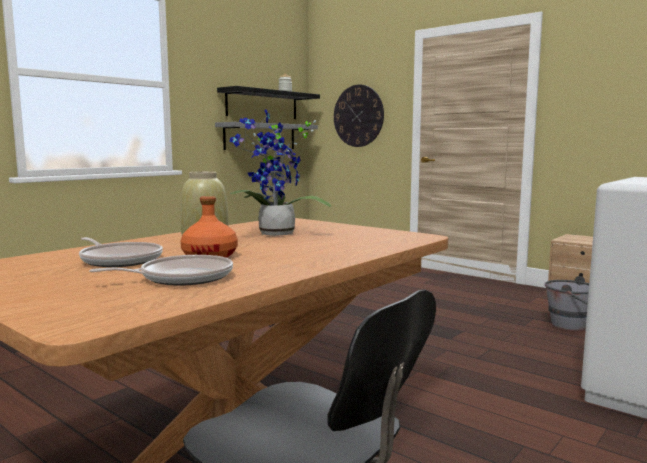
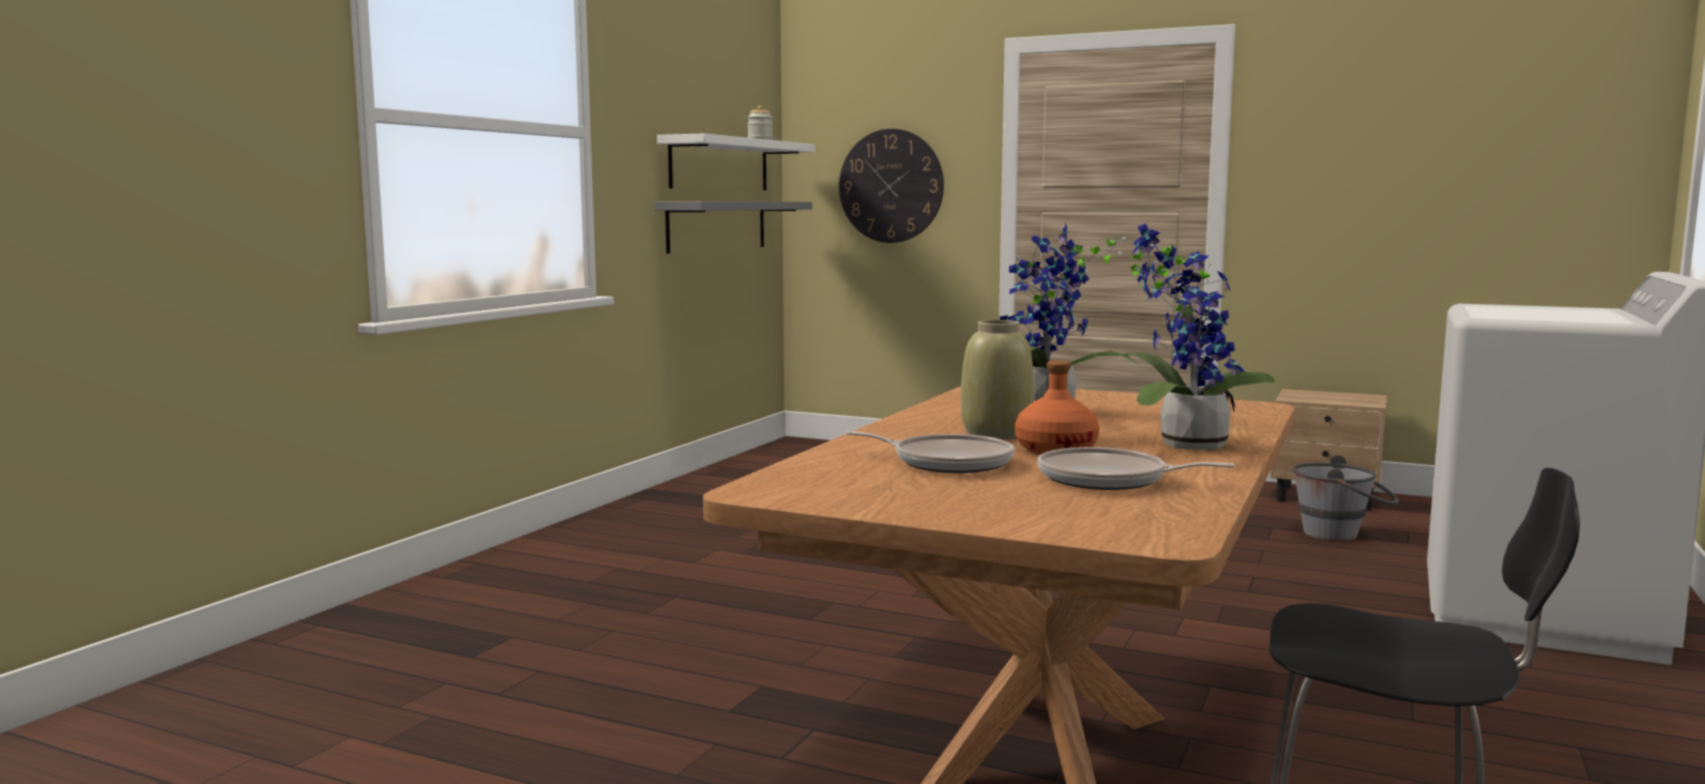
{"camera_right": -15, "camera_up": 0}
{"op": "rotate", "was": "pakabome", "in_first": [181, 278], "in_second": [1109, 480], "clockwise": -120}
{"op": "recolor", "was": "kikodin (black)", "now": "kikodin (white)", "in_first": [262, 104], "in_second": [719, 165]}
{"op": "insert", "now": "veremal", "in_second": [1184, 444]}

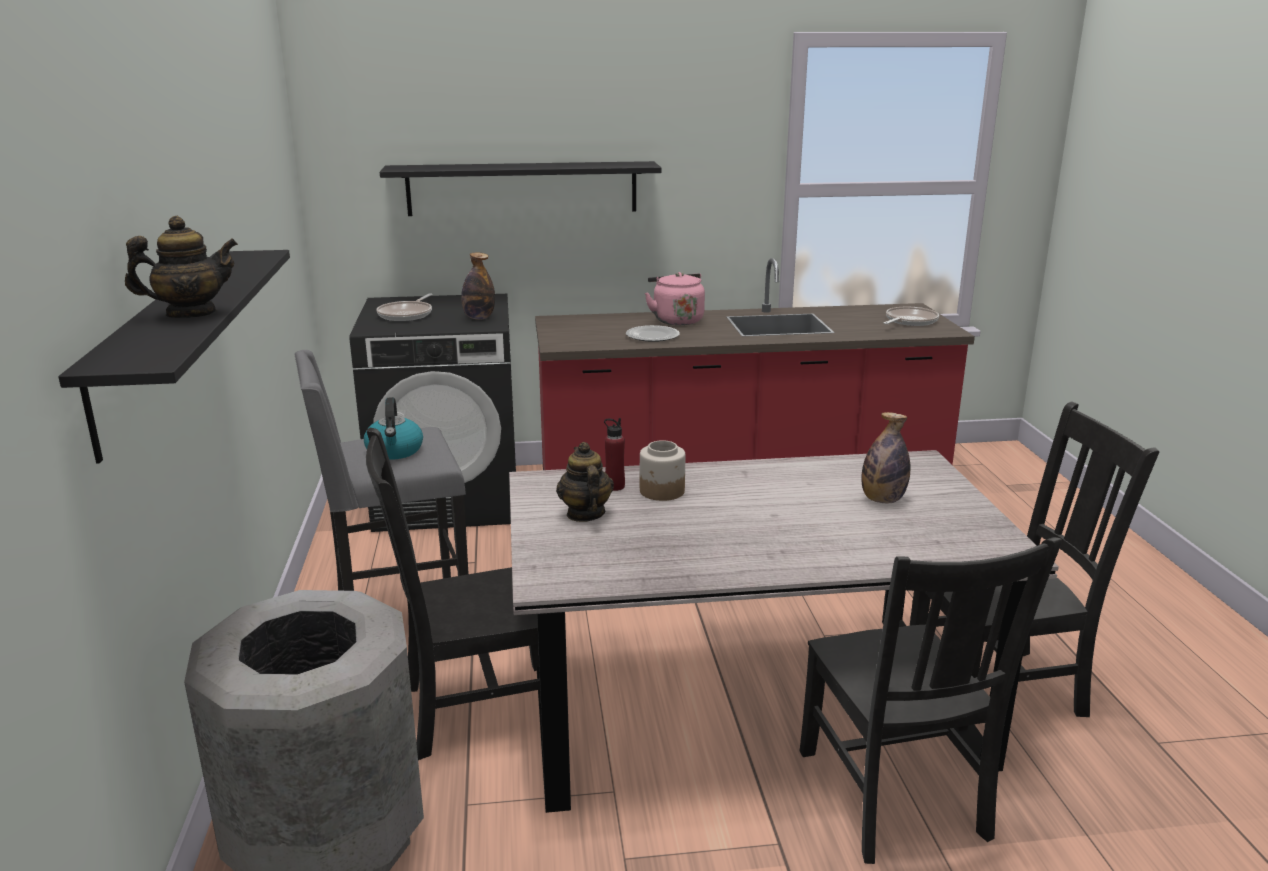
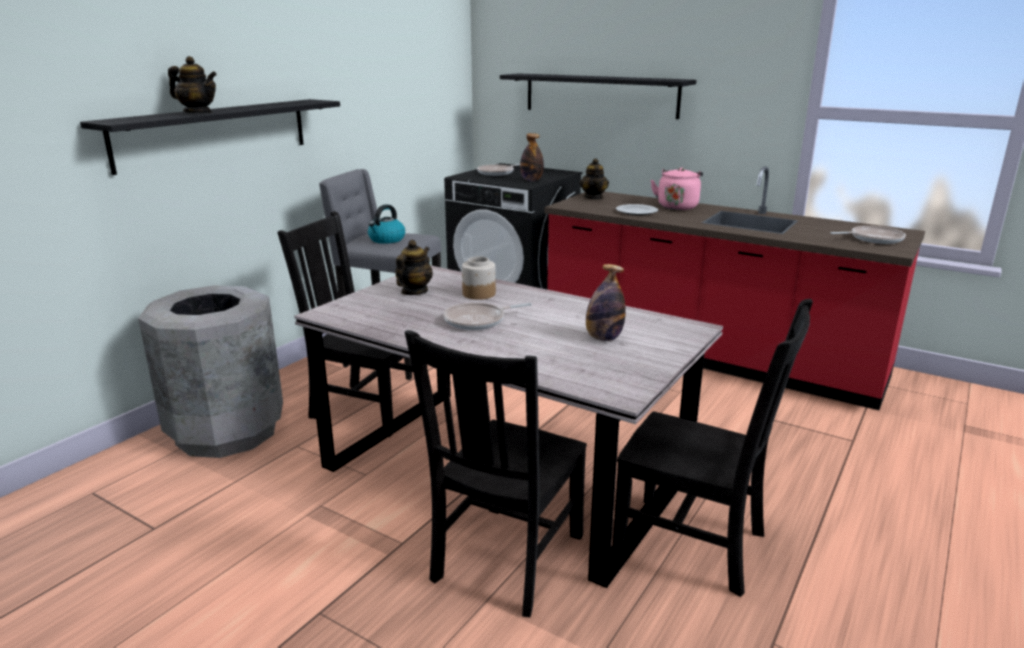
{"camera_right": 40, "camera_up": 0}
{"op": "delete", "was": "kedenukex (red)", "in_first": [614, 486]}
{"op": "insert", "now": "pakabome", "in_second": [478, 321]}
{"op": "insert", "now": "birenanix", "in_second": [593, 197]}

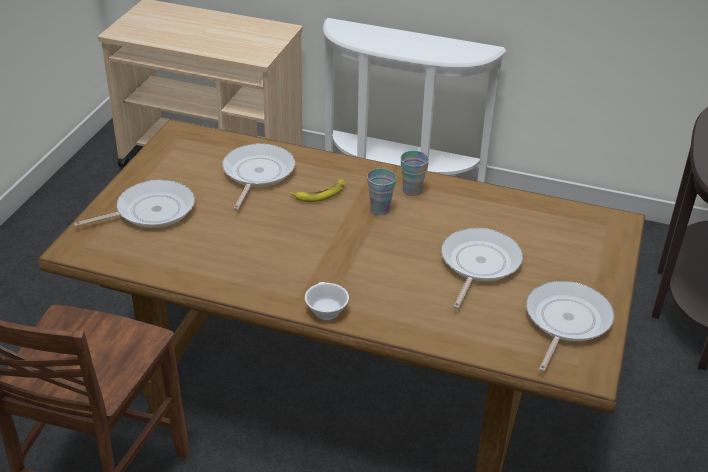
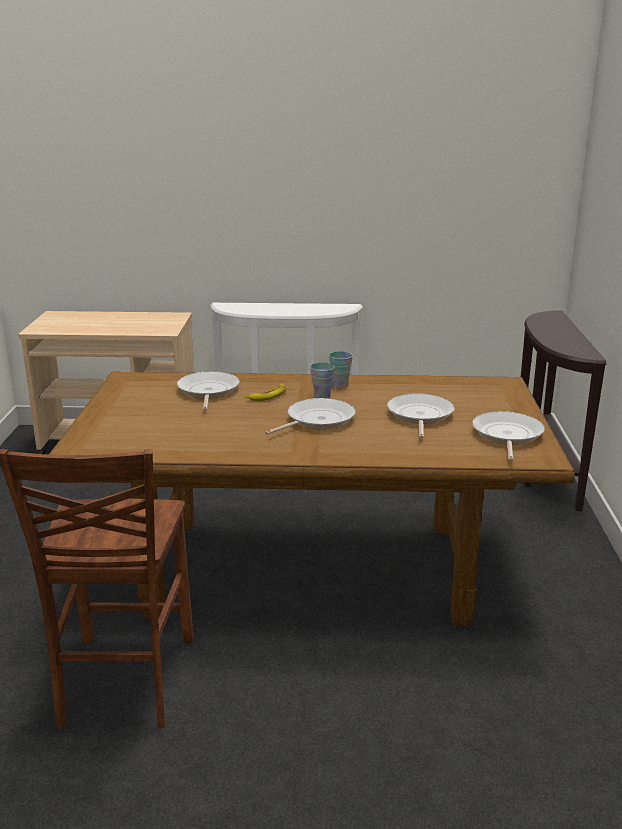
{"camera_right": -15, "camera_up": -15}
{"op": "move", "was": "pakabome", "in_first": [150, 211], "in_second": [317, 420]}
{"op": "delete", "was": "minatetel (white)", "in_first": [324, 310]}

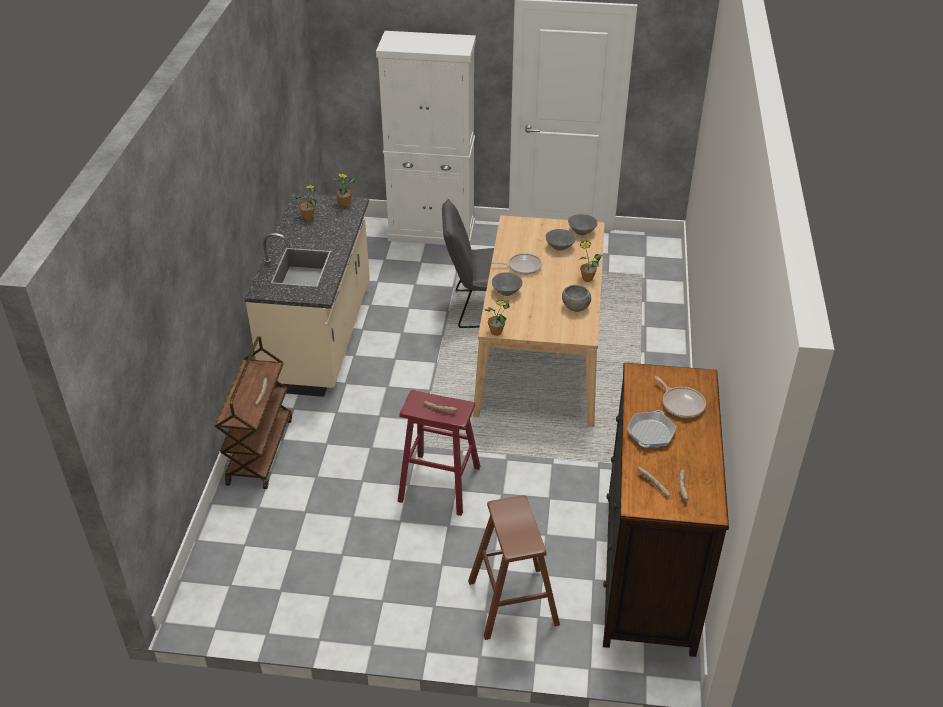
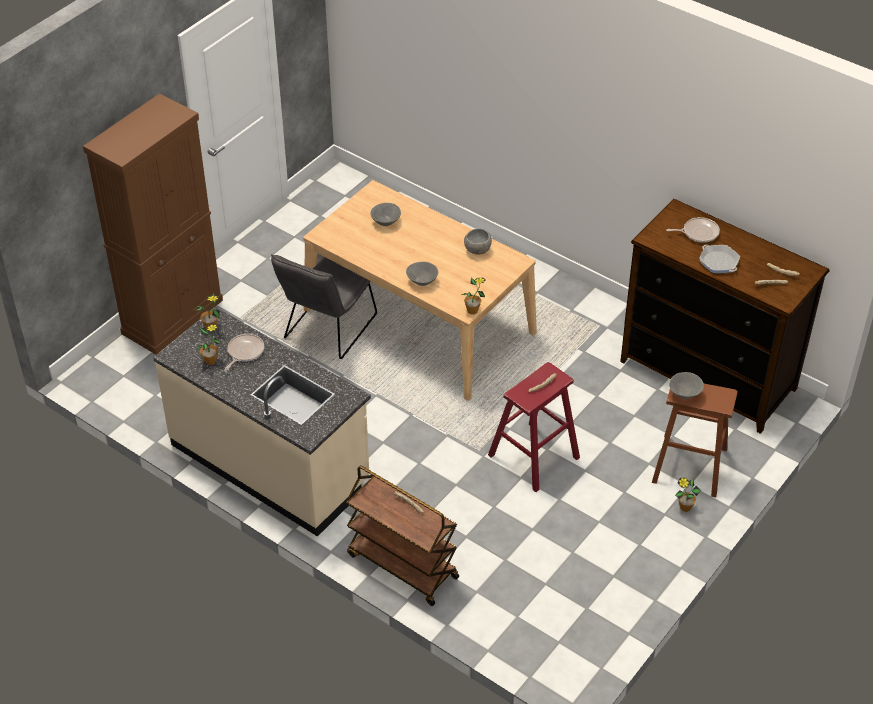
{"camera_right": -60, "camera_up": 5}
{"op": "recolor", "was": "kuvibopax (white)", "now": "kuvibopax (brown)", "in_first": [432, 232], "in_second": [173, 316]}
{"op": "move", "was": "pakabome", "in_first": [522, 266], "in_second": [244, 352]}
{"op": "move", "was": "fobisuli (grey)", "in_first": [581, 231], "in_second": [684, 393]}
{"op": "move", "was": "veremal", "in_first": [587, 279], "in_second": [685, 507]}

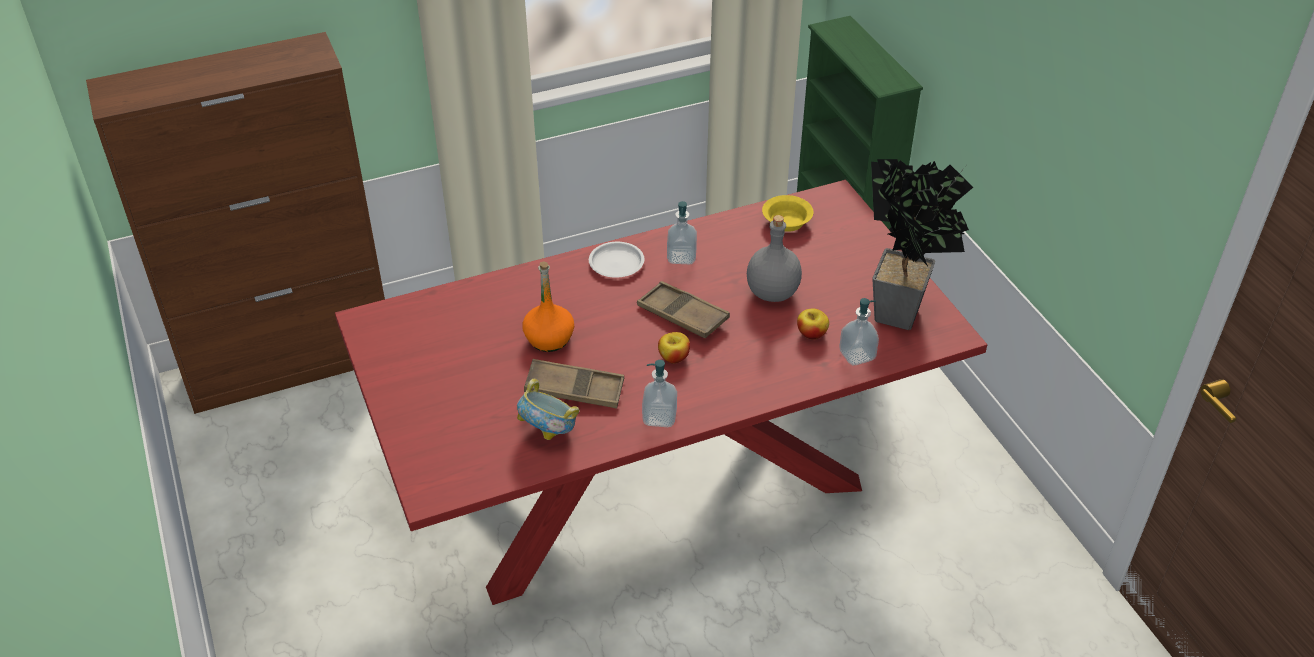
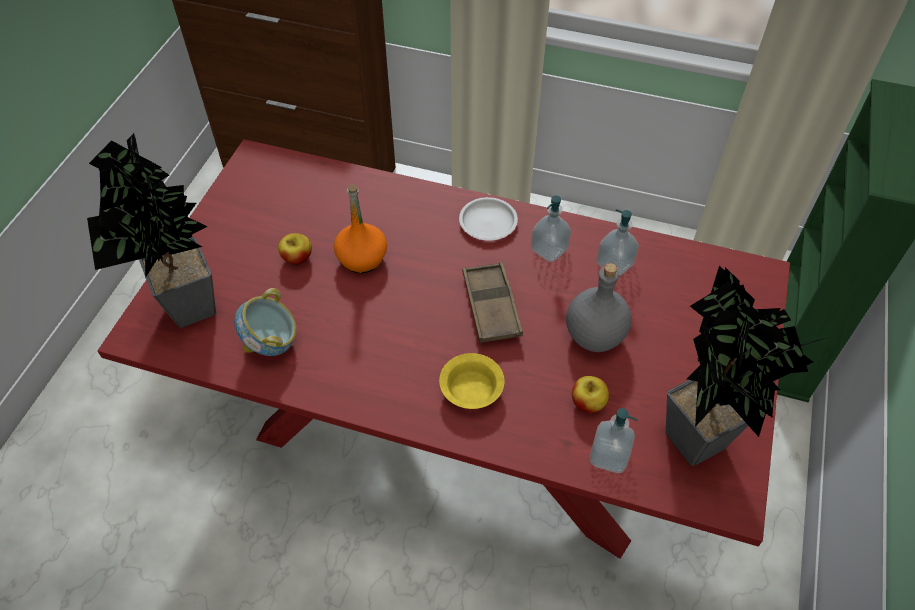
{"camera_right": 40, "camera_up": 10}
{"op": "delete", "was": "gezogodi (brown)", "in_first": [574, 389]}
{"op": "move", "was": "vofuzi", "in_first": [659, 417], "in_second": [614, 264]}
{"op": "move", "was": "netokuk", "in_first": [674, 357], "in_second": [297, 258]}
{"op": "move", "was": "fobisuli (yellow)", "in_first": [786, 221], "in_second": [472, 389]}
{"op": "insert", "now": "veremal", "in_second": [189, 314]}

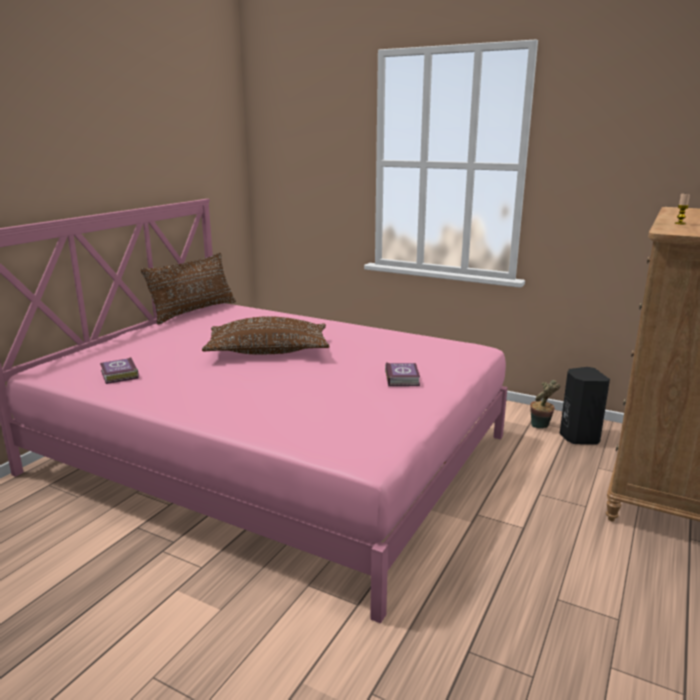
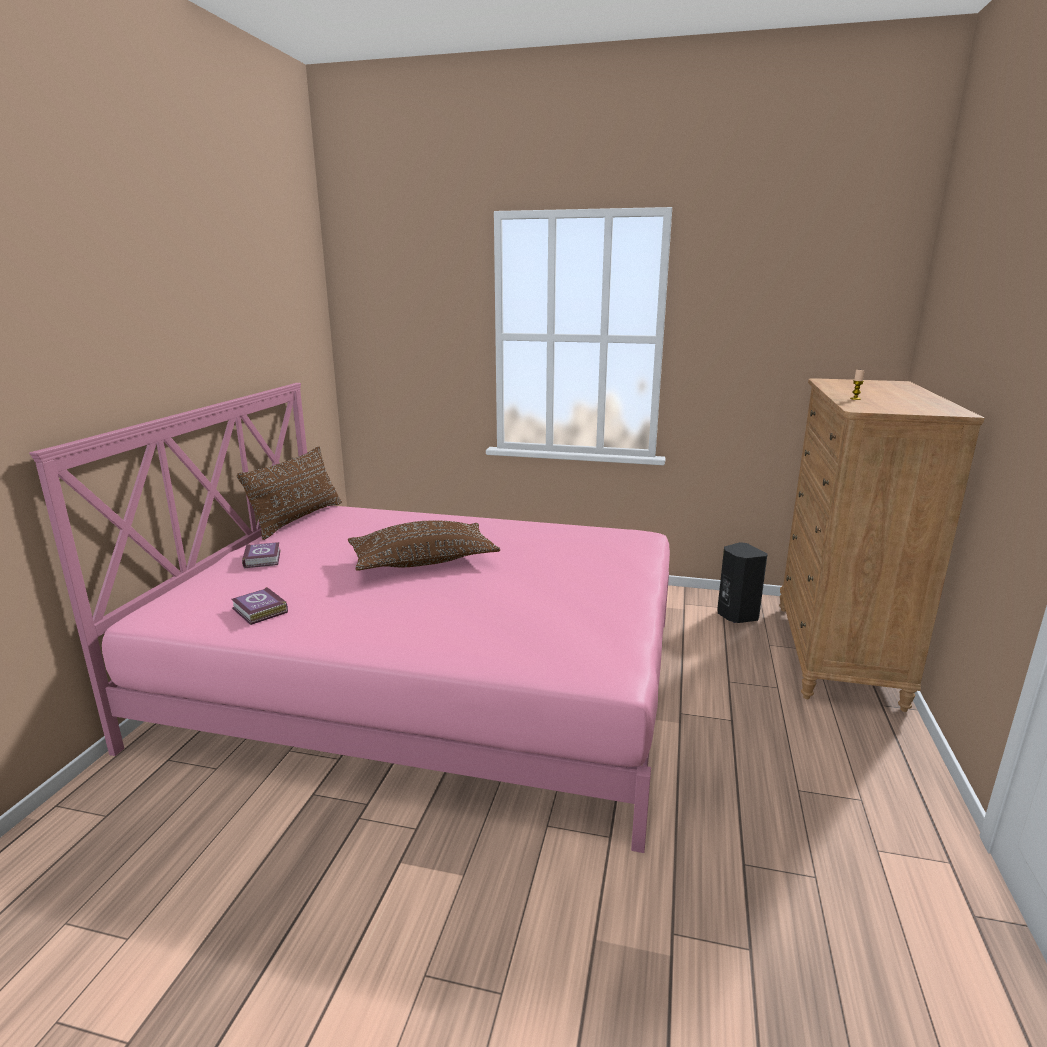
{"camera_right": -15, "camera_up": 0}
{"op": "move", "was": "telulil", "in_first": [402, 378], "in_second": [263, 558]}
{"op": "delete", "was": "veremal", "in_first": [541, 426]}

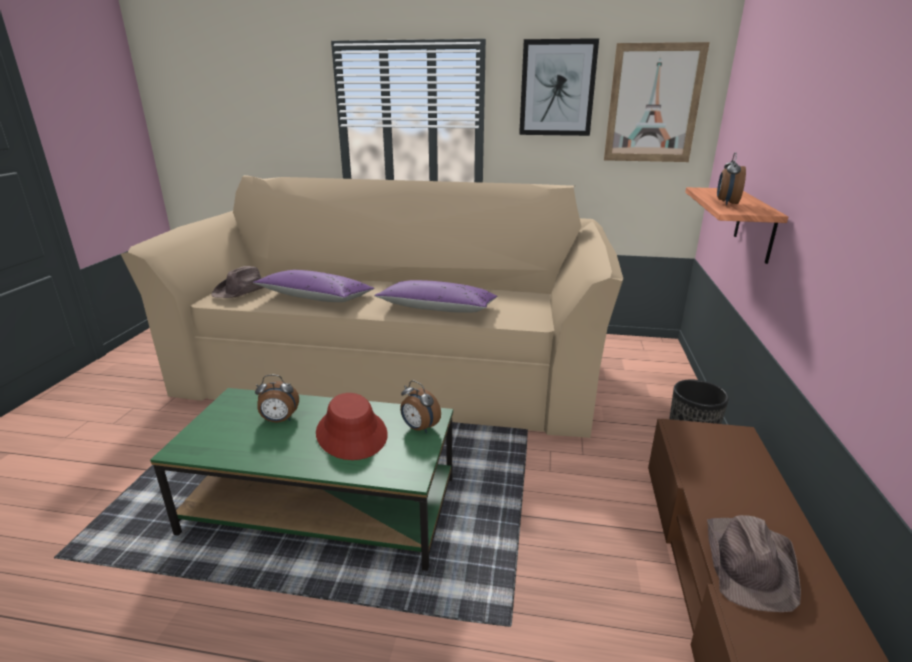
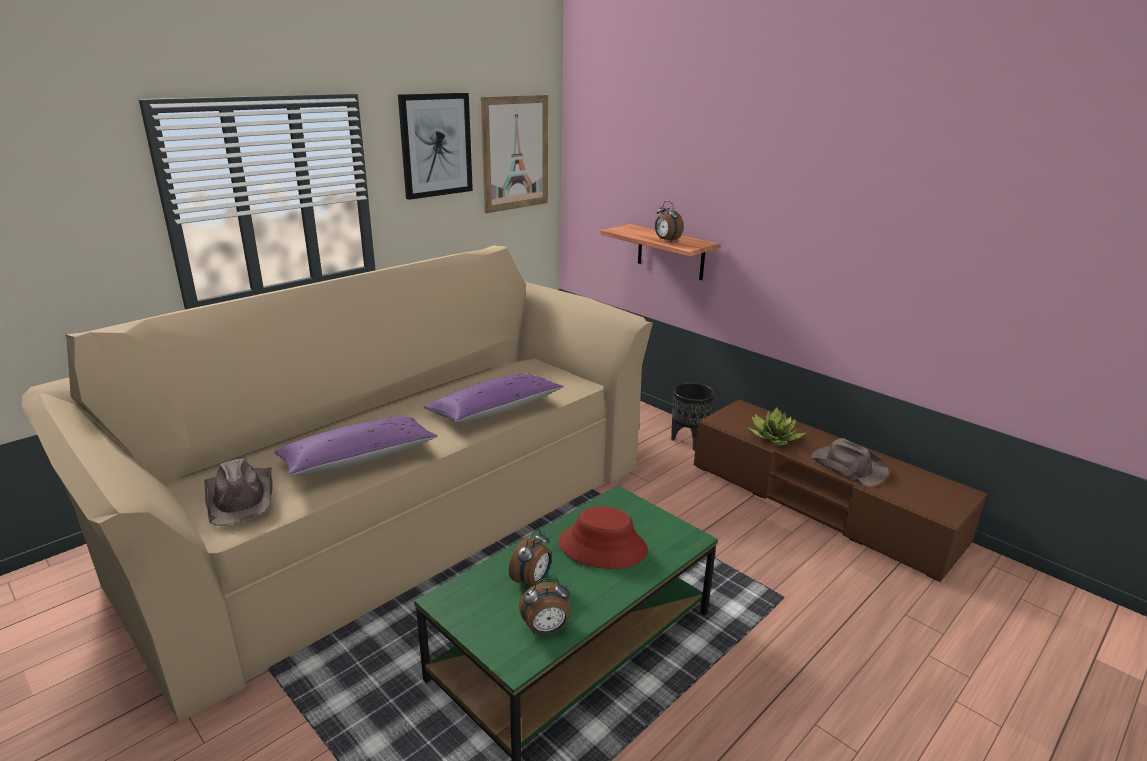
{"camera_right": -55, "camera_up": 0}
{"op": "move", "was": "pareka", "in_first": [419, 428], "in_second": [546, 630]}
{"op": "insert", "now": "veremal", "in_second": [774, 438]}

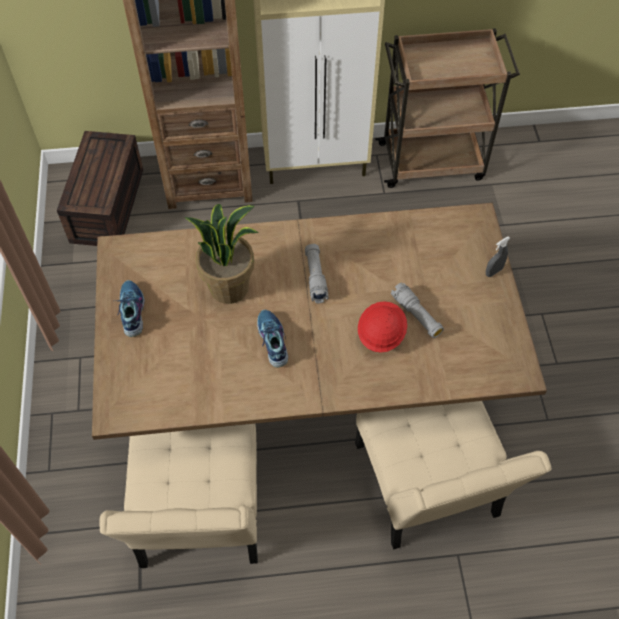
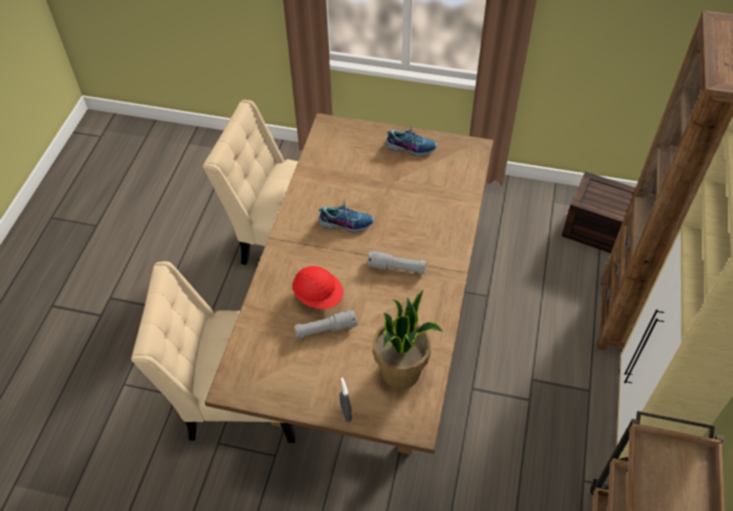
{"camera_right": 110, "camera_up": -5}
{"op": "move", "was": "veremal", "in_first": [229, 287], "in_second": [401, 372]}

